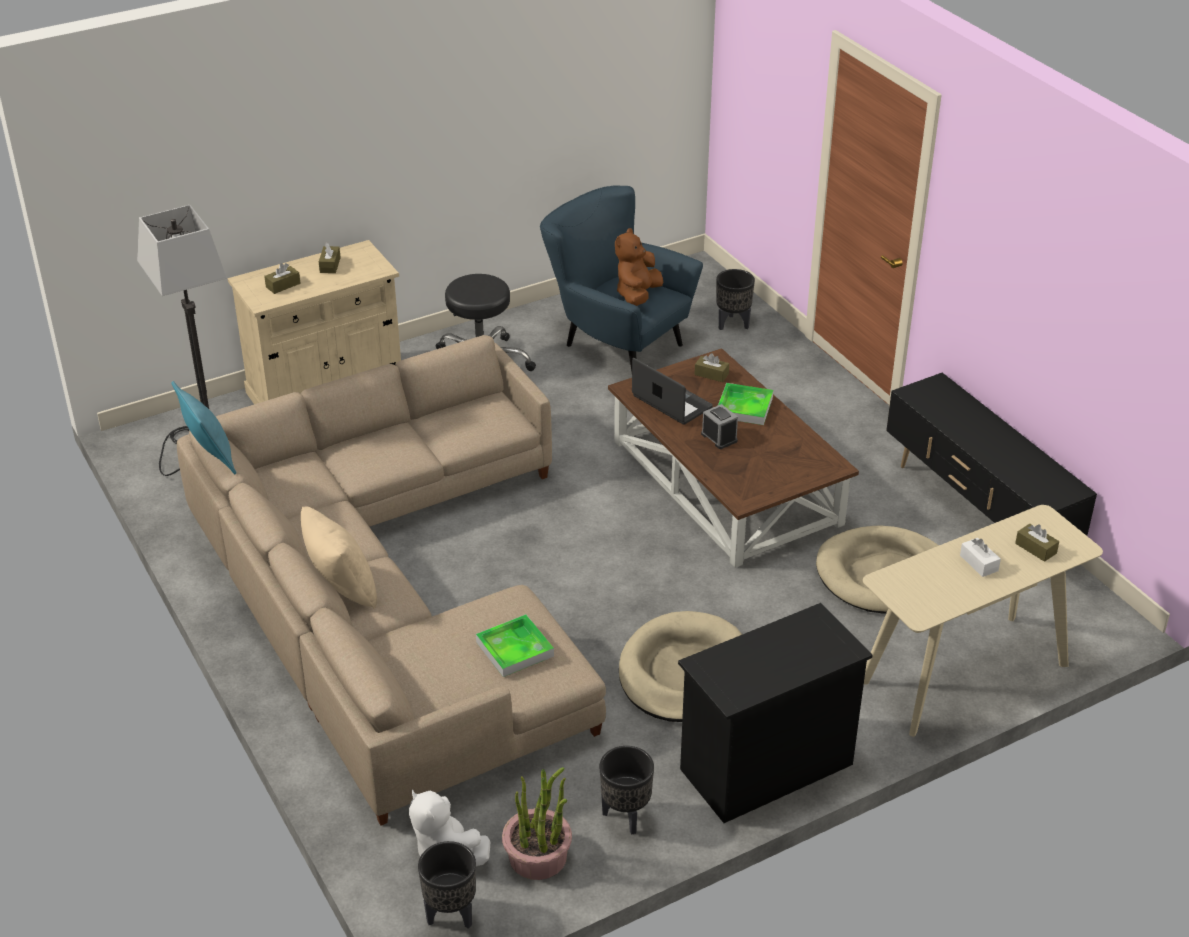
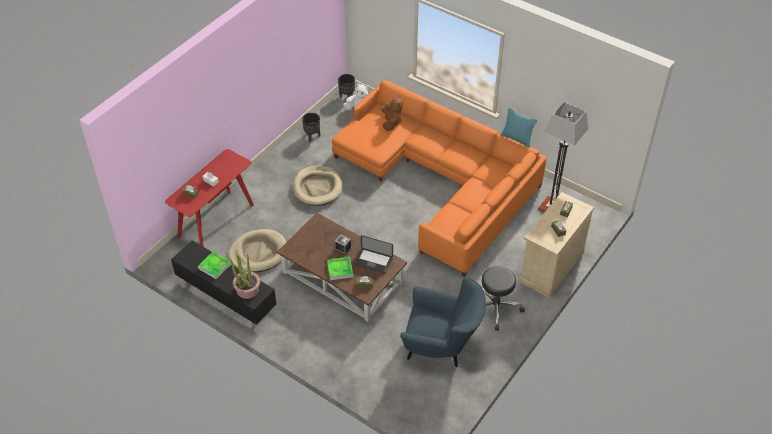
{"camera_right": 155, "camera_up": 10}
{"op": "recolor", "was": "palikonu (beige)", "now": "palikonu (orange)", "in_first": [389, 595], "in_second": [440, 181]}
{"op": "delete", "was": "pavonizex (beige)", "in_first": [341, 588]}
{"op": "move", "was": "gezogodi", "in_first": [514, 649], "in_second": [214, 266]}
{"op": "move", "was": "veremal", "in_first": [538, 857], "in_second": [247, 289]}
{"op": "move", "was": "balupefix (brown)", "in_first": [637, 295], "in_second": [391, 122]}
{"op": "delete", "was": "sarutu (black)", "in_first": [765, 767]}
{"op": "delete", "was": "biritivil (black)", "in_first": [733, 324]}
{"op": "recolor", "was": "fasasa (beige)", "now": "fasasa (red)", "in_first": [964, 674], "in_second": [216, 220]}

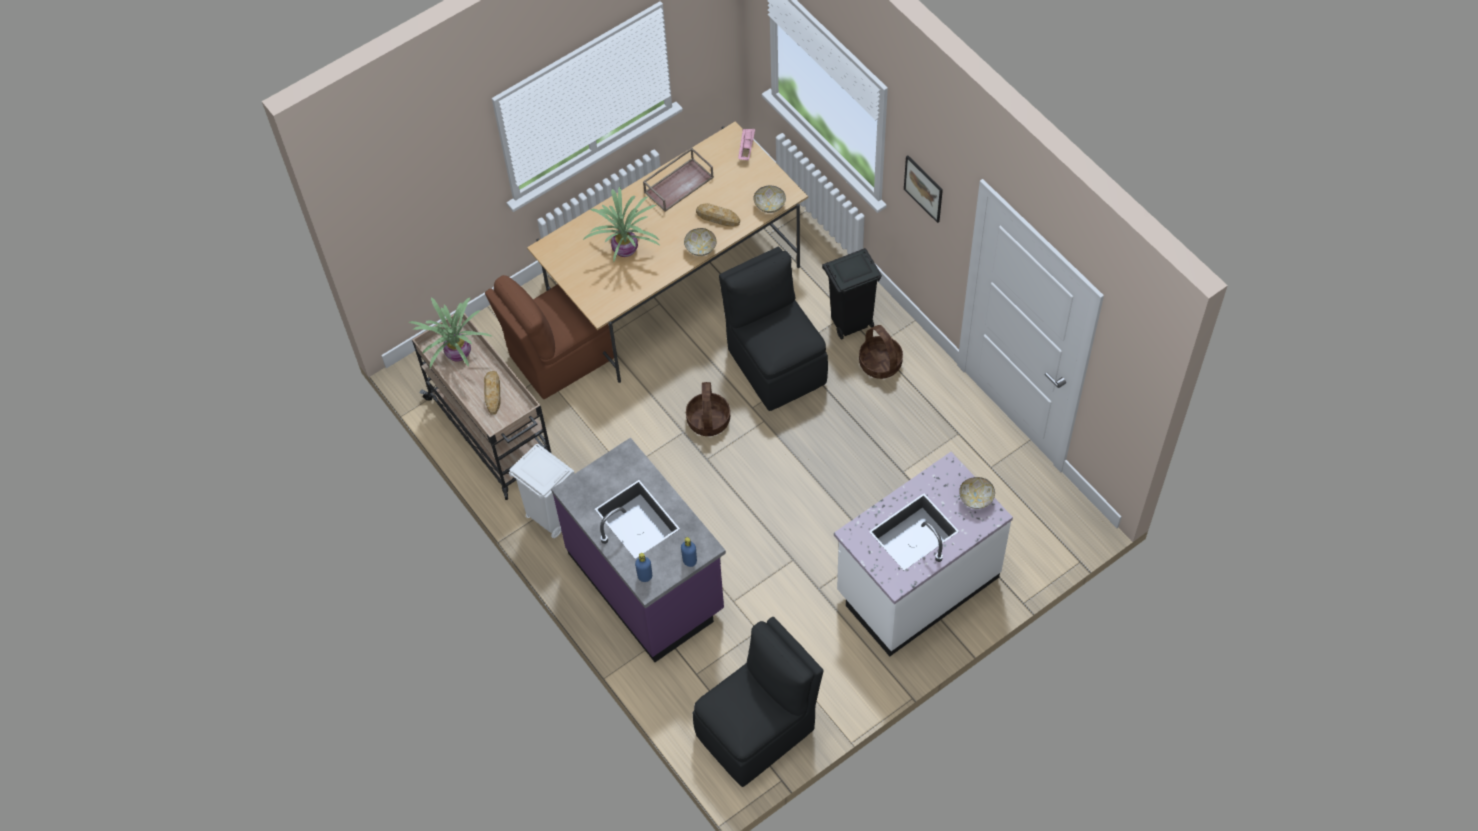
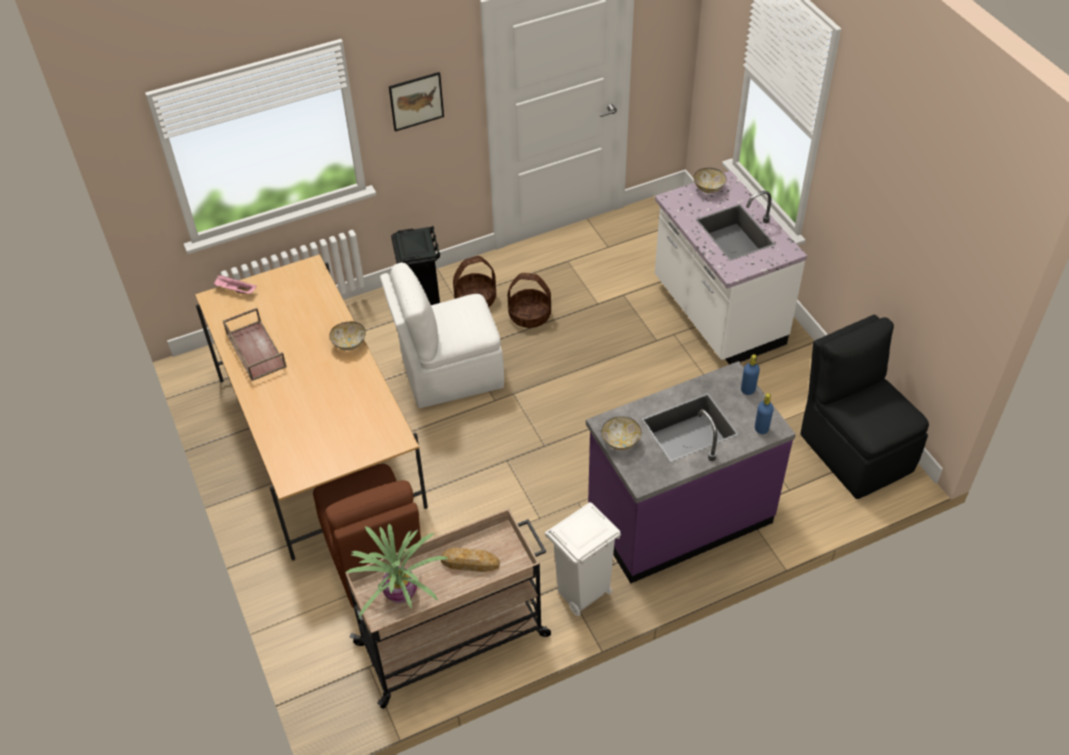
{"camera_right": -80, "camera_up": -10}
{"op": "delete", "was": "veremal", "in_first": [626, 249]}
{"op": "move", "was": "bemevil", "in_first": [708, 419], "in_second": [529, 315]}
{"op": "delete", "was": "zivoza", "in_first": [717, 217]}
{"op": "recolor", "was": "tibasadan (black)", "now": "tibasadan (white)", "in_first": [775, 363], "in_second": [449, 374]}
{"op": "move", "was": "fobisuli", "in_first": [769, 206], "in_second": [620, 442]}

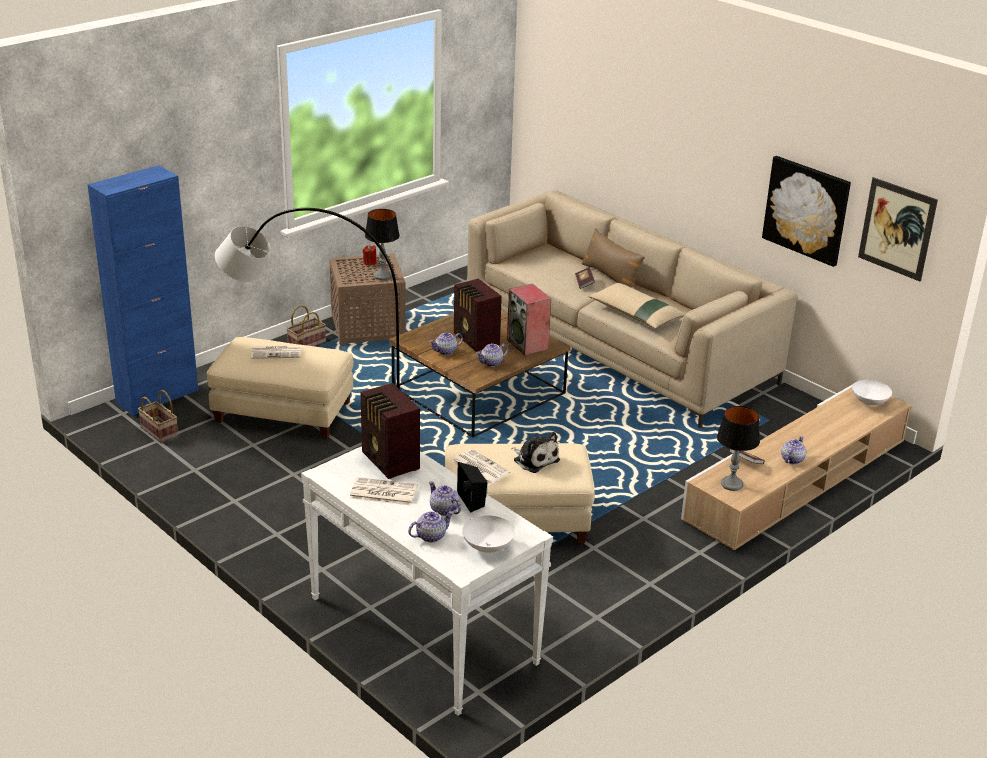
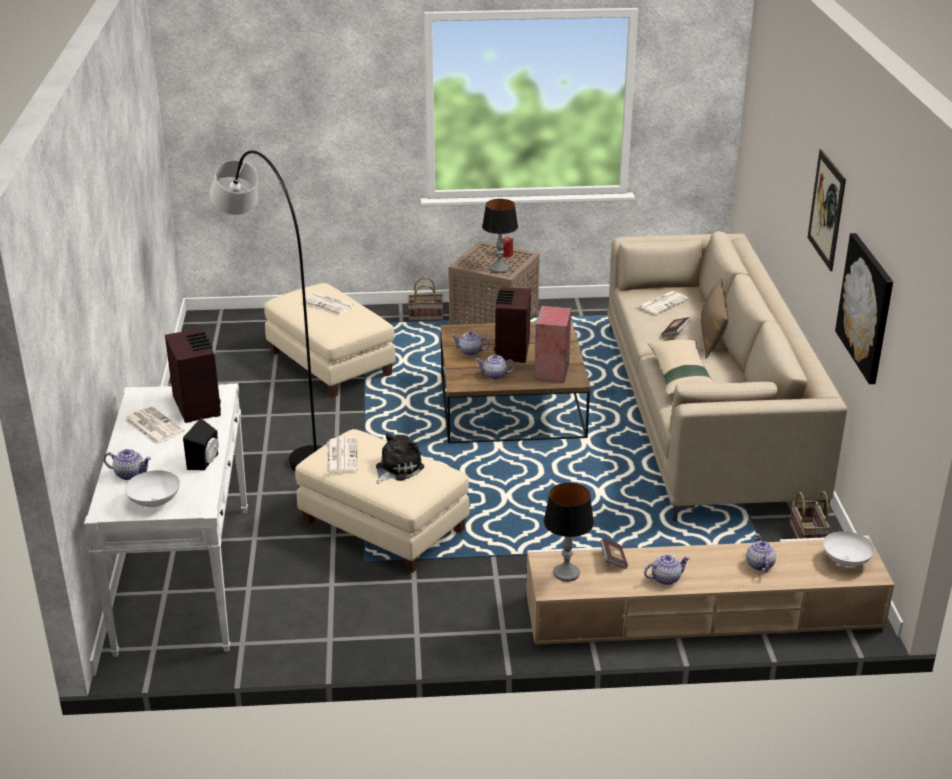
{"camera_right": 40, "camera_up": 0}
{"op": "delete", "was": "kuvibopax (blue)", "in_first": [157, 397]}
{"op": "move", "was": "bemevil", "in_first": [158, 431], "in_second": [805, 535]}
{"op": "rotate", "was": "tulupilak", "in_first": [390, 461], "in_second": [197, 405], "clockwise": 150}
{"op": "move", "was": "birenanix", "in_first": [443, 509], "in_second": [759, 564]}
{"op": "rotate", "was": "balupefix", "in_first": [534, 459], "in_second": [397, 468], "clockwise": -135}
{"op": "move", "was": "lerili", "in_first": [897, 229], "in_second": [826, 209]}
{"op": "insert", "now": "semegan", "in_second": [663, 303]}

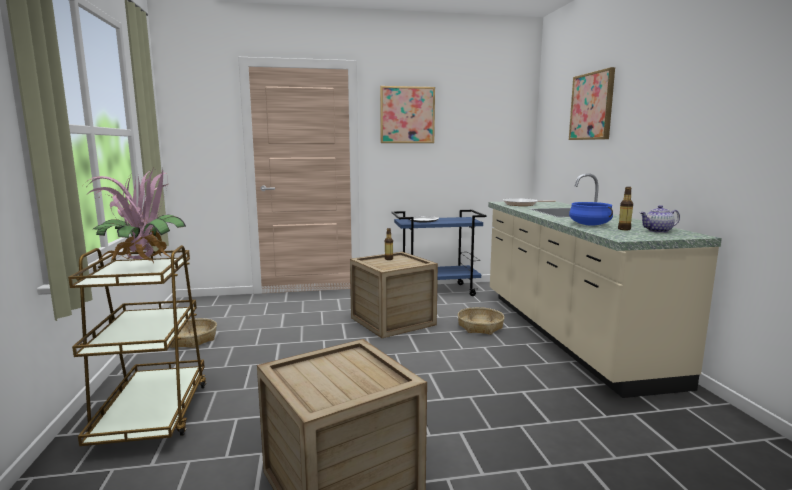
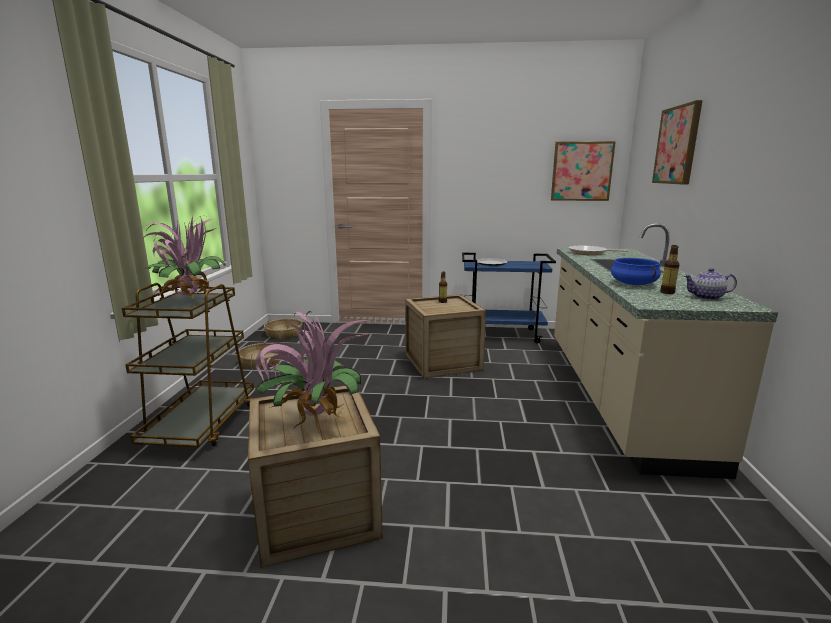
{"camera_right": 15, "camera_up": 5}
{"op": "move", "was": "lerili", "in_first": [407, 115], "in_second": [581, 171]}
{"op": "move", "was": "bemevil", "in_first": [480, 327], "in_second": [283, 333]}
{"op": "insert", "now": "veremal", "in_second": [314, 424]}

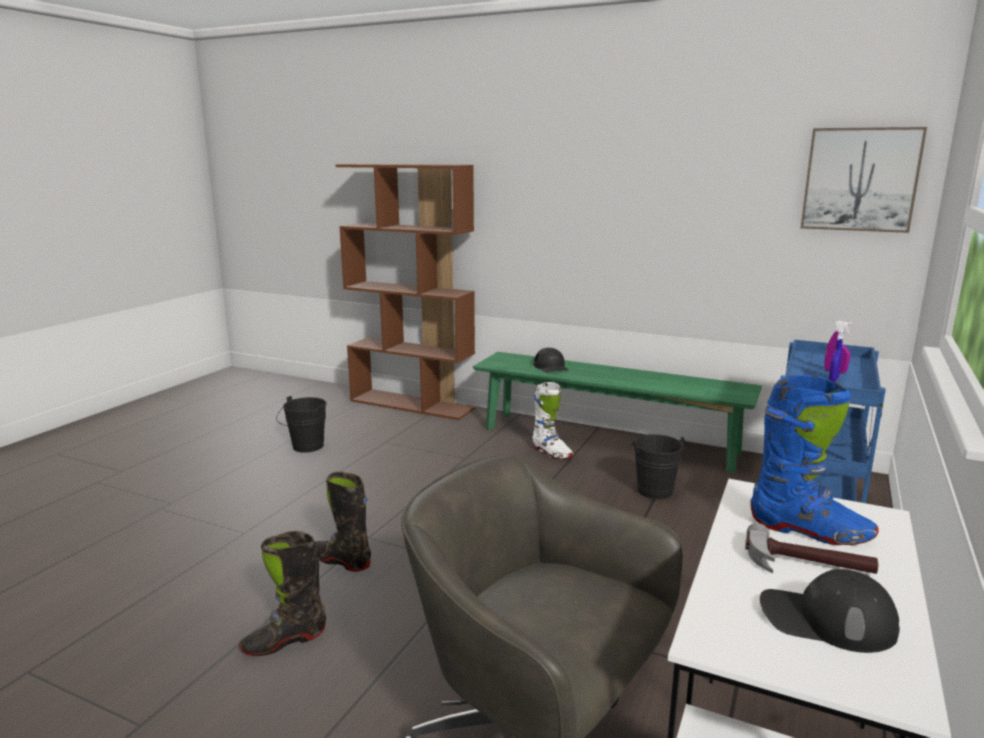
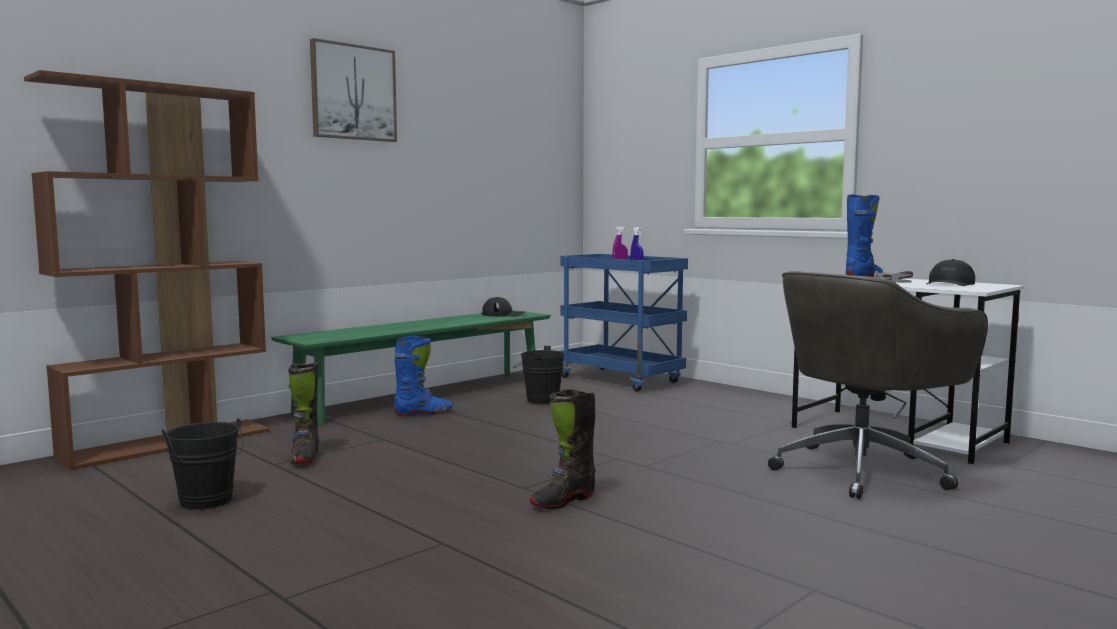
{"camera_right": -70, "camera_up": -10}
{"op": "move", "was": "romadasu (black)", "in_first": [284, 641], "in_second": [304, 458]}
{"op": "recolor", "was": "romadasu (white)", "now": "romadasu (blue)", "in_first": [552, 453], "in_second": [423, 413]}
{"op": "move", "was": "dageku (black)", "in_first": [551, 367], "in_second": [503, 314]}
{"op": "move", "was": "lerili", "in_first": [860, 179], "in_second": [353, 92]}

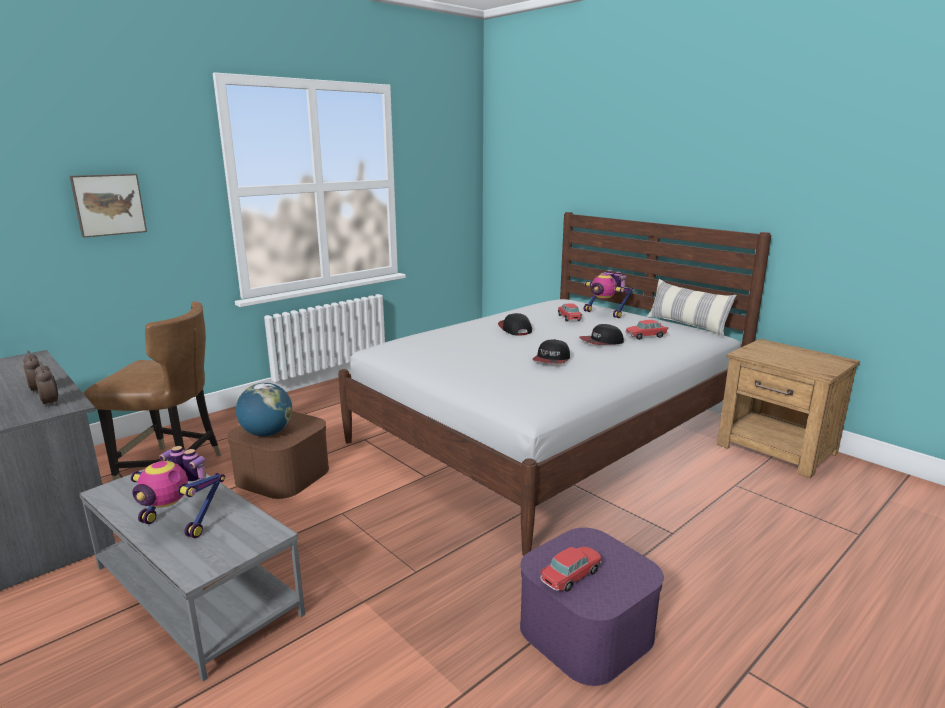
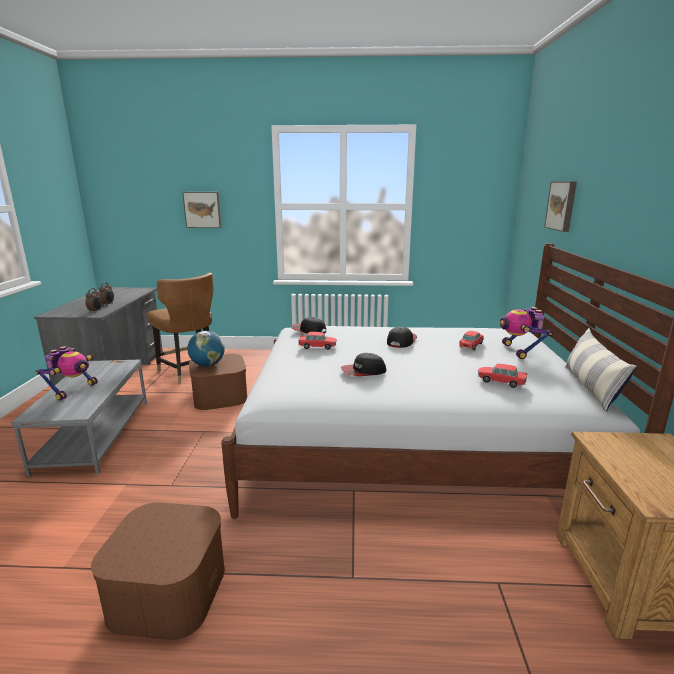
{"camera_right": 45, "camera_up": 0}
{"op": "rotate", "was": "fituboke", "in_first": [179, 523], "in_second": [74, 390], "clockwise": -135}
{"op": "recolor", "was": "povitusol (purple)", "now": "povitusol (brown)", "in_first": [585, 630], "in_second": [168, 590]}
{"op": "move", "was": "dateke", "in_first": [571, 576], "in_second": [317, 347]}
{"op": "move", "was": "dageku", "in_first": [601, 342], "in_second": [308, 330]}
{"op": "insert", "now": "lerili", "in_second": [562, 205]}

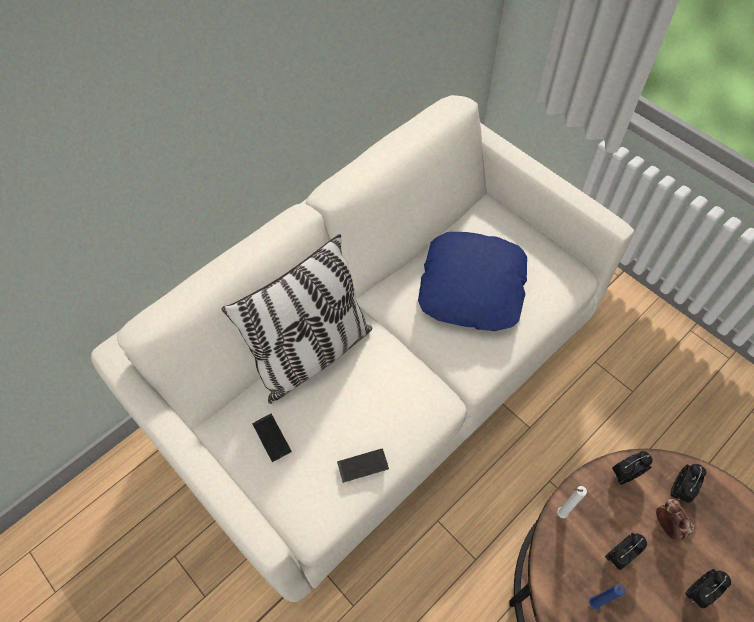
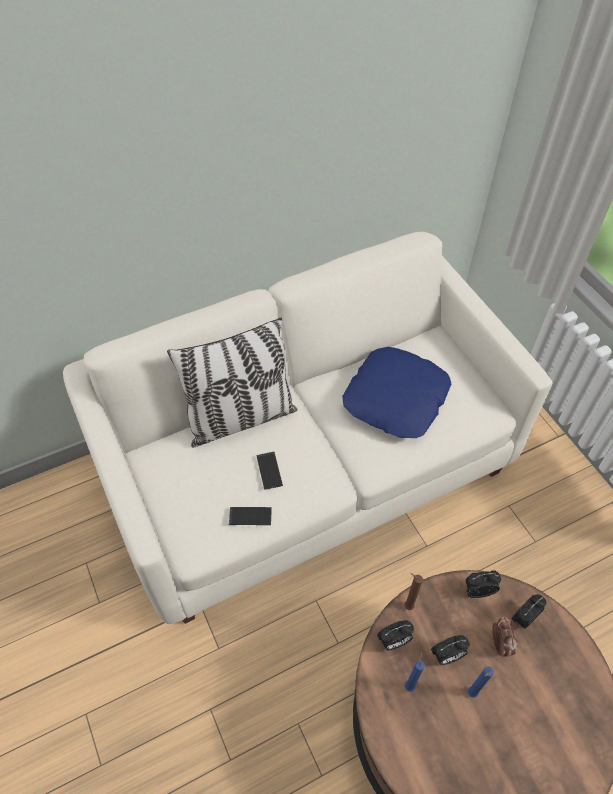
{"camera_right": 15, "camera_up": -5}
{"op": "move", "was": "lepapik", "in_first": [271, 437], "in_second": [269, 470]}
{"op": "recolor", "was": "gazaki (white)", "now": "gazaki (brown)", "in_first": [559, 513], "in_second": [407, 606]}
{"op": "move", "was": "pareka", "in_first": [698, 592], "in_second": [393, 641]}
{"op": "insert", "now": "gazaki (blue)", "in_second": [471, 694]}

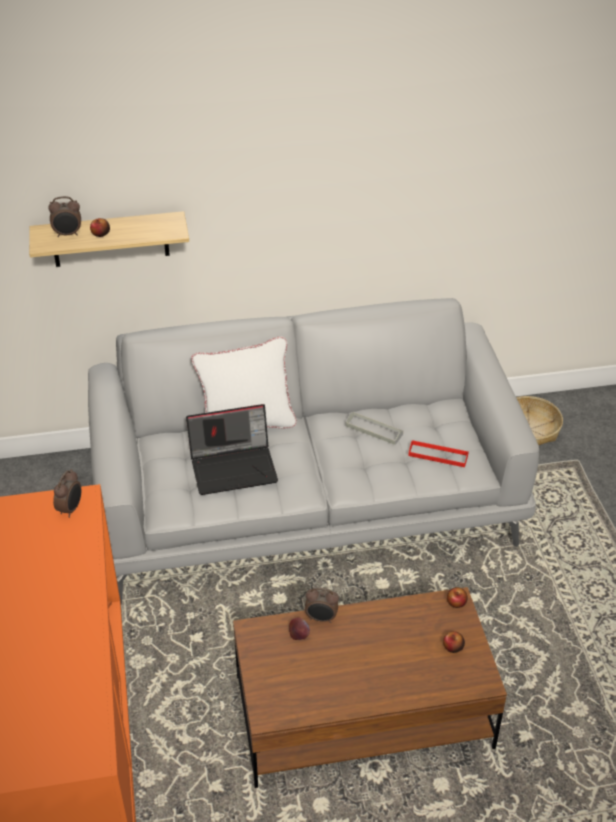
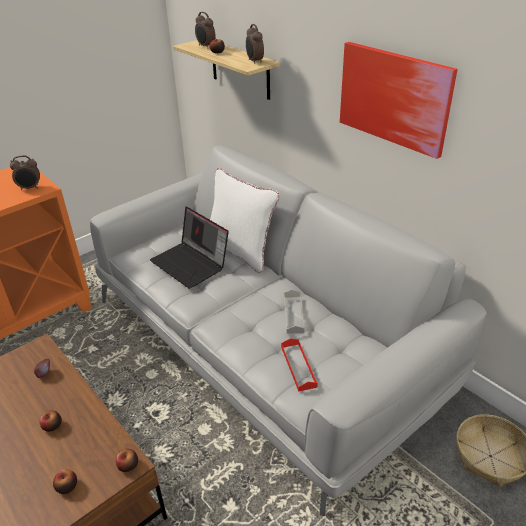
{"camera_right": 60, "camera_up": -5}
{"op": "move", "was": "pareka", "in_first": [321, 618], "in_second": [254, 61]}
{"op": "insert", "now": "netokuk", "in_second": [52, 426]}
{"op": "insert", "now": "lerili", "in_second": [394, 97]}

